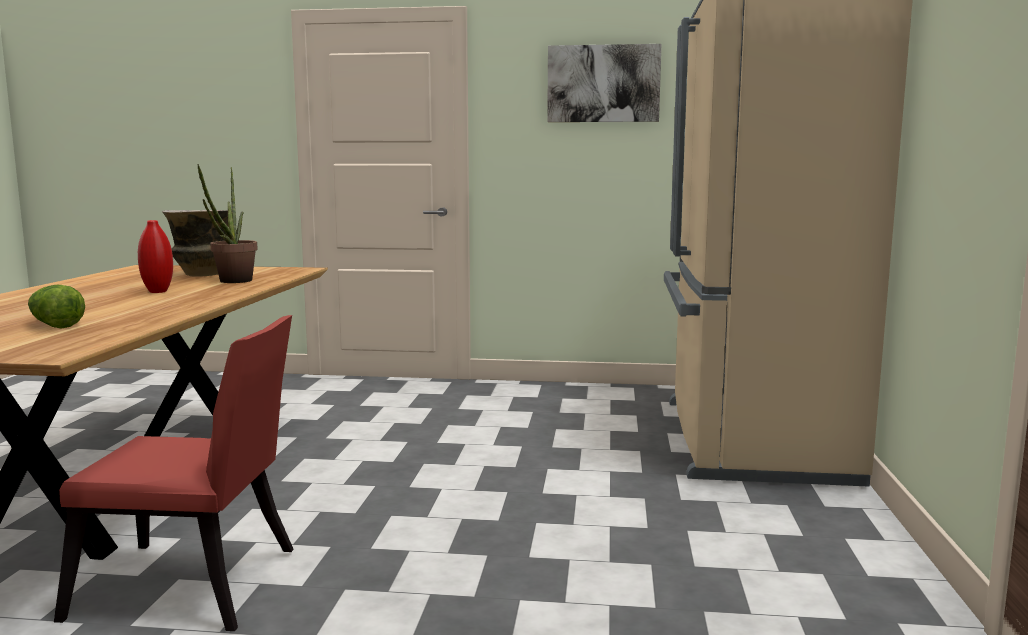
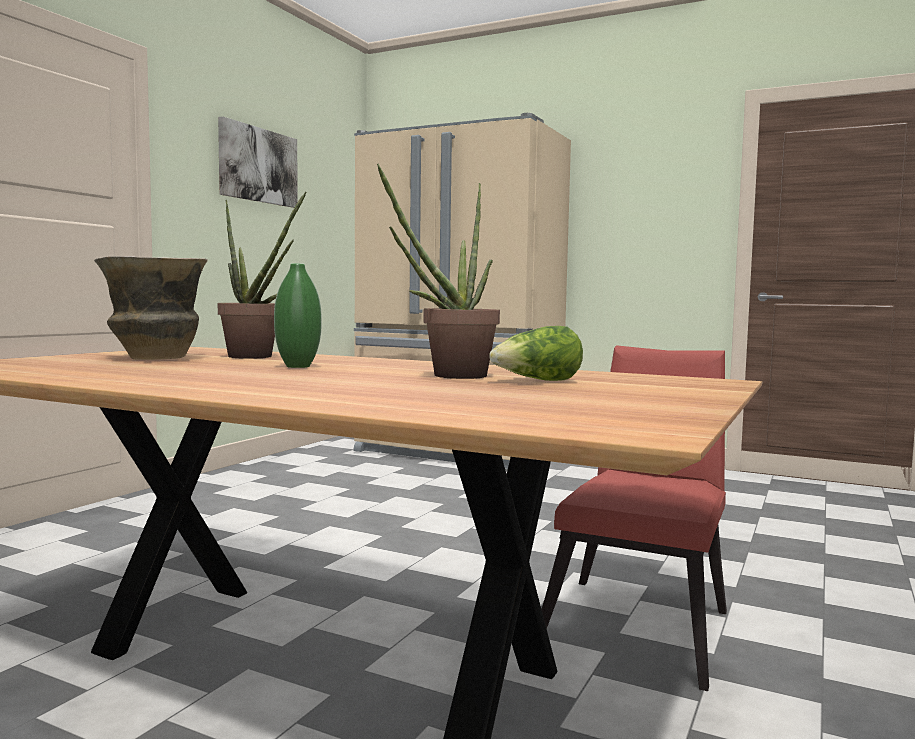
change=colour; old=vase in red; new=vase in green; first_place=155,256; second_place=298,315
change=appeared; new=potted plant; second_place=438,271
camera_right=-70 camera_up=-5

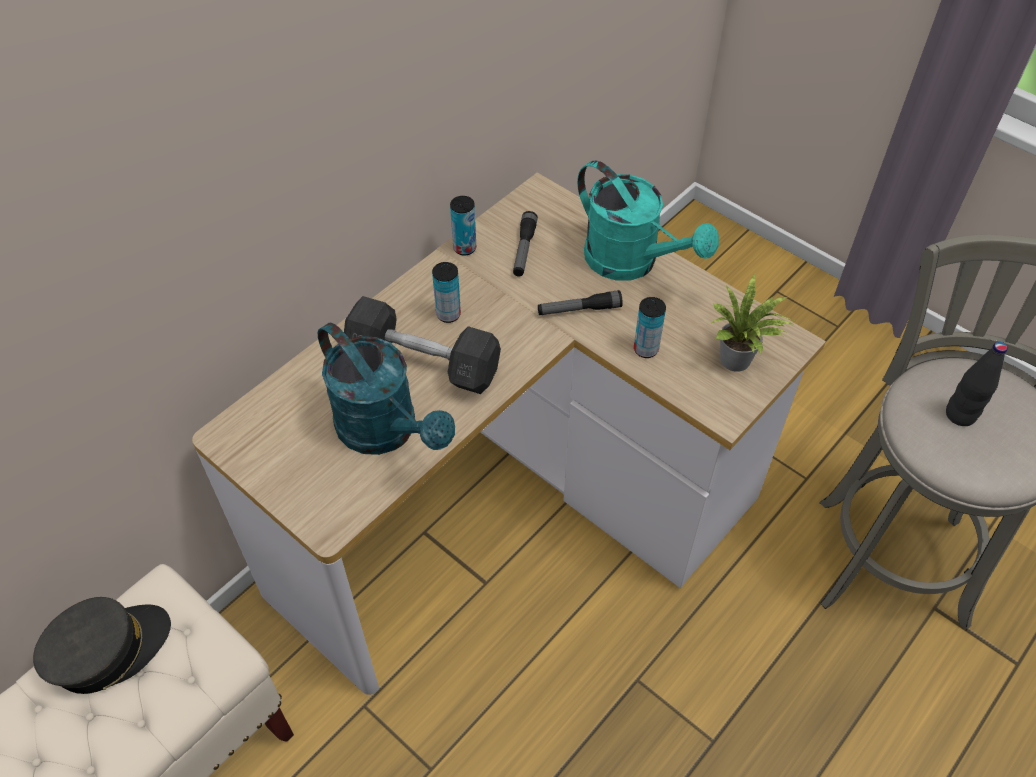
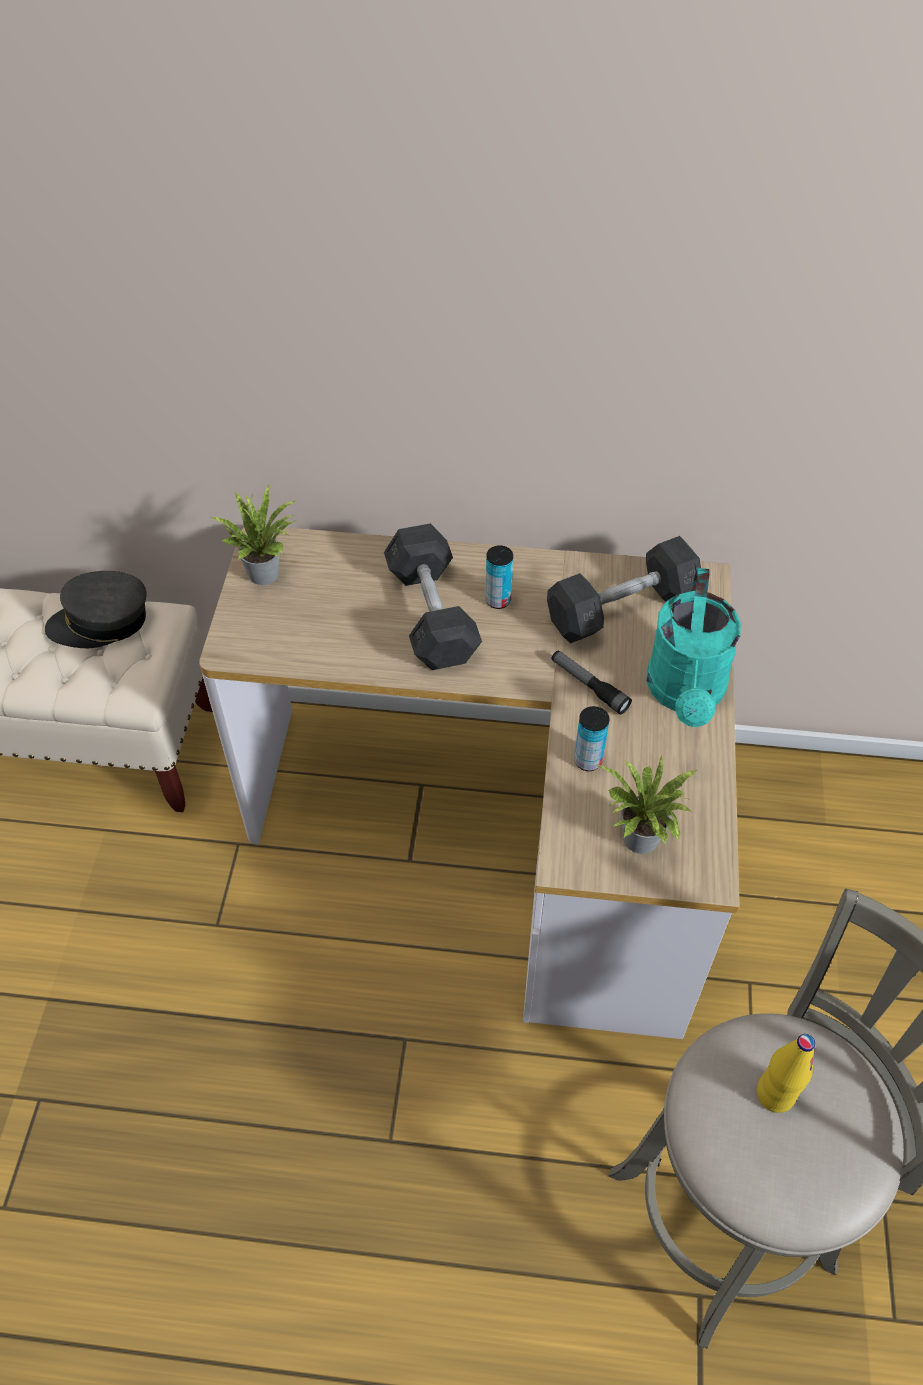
change=missing; old=can; first_place=463,225
change=exchanged; old=flashlight; new=dumbbell in grey; first_place=525,243; second_place=624,589
change=missing; old=watering can in turquoise; first_place=386,389
change=colour; old=bottle in black; new=bottle in yellow; first_place=977,384; second_place=786,1073
change=spun; old=cap in grey; first_place=102,645; second_place=96,609; degrees=150
change=appeared; new=potted plant; second_place=254,534
camera_right=55 camera_up=0

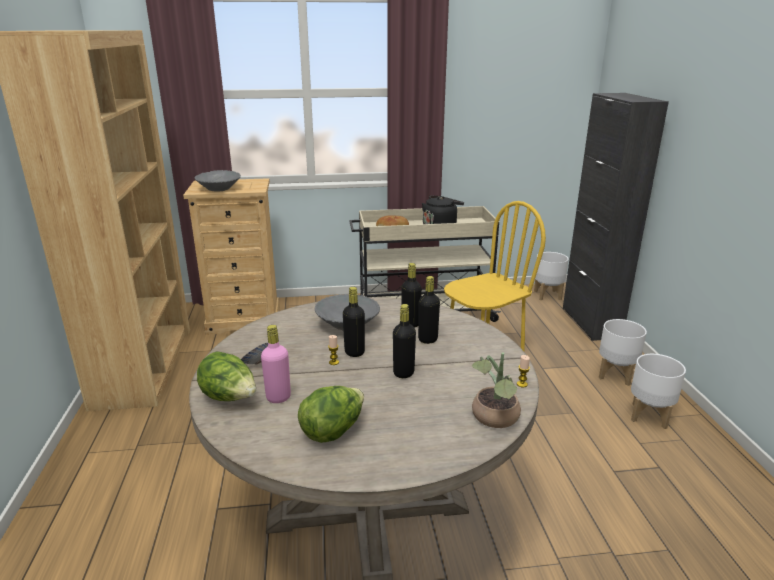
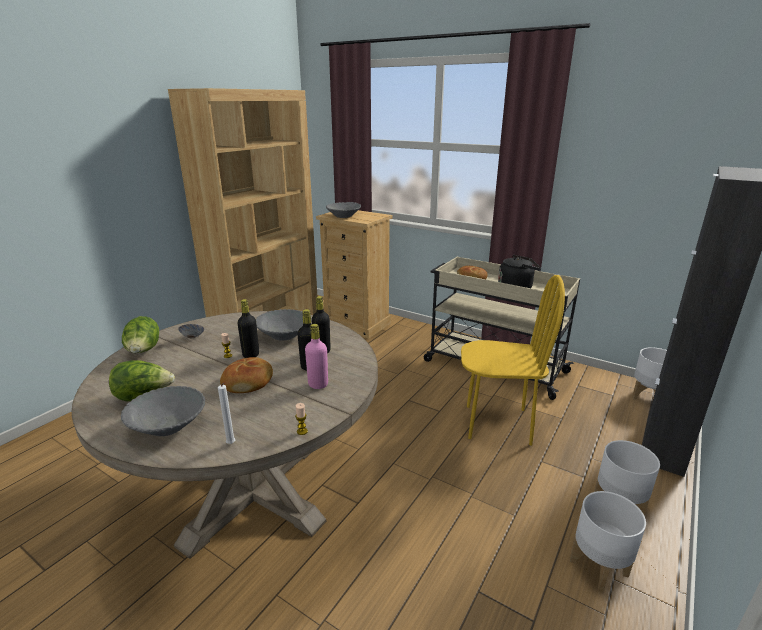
change=exchanged; old=bottle in black; new=bread; first_place=404,341; second_place=246,375
change=relocated; old=bottle in pink; first_place=276,364; second_place=316,356
change=exchanged; old=potted plant; new=candle in white; first_place=496,390; second_place=226,413
change=appeared; new=bowl in grey; second_place=163,411
camera_right=40 camera_up=0

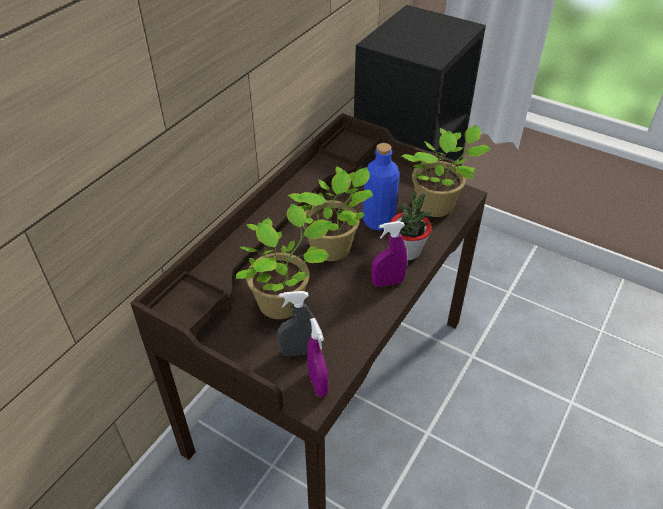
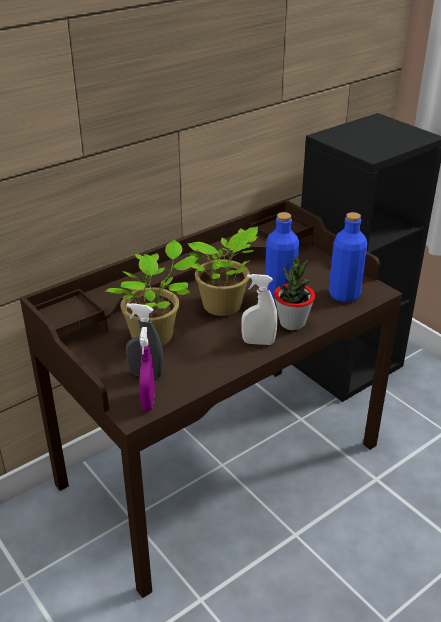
change=exchanged; old=potted plant; new=bottle in blue; first_place=446,171; second_place=348,257
change=colour; old=spray bottle in purple; new=spray bottle in white; first_place=389,254; second_place=259,309
camera_right=20 camera_up=-10

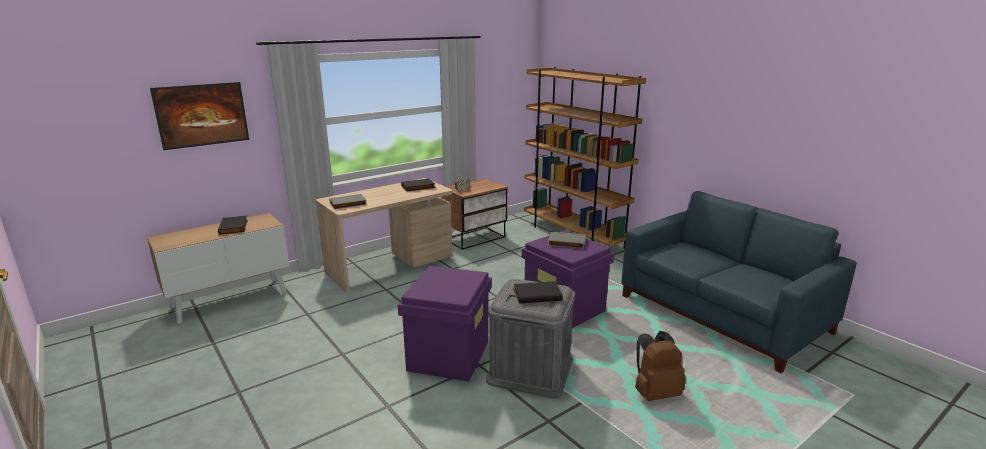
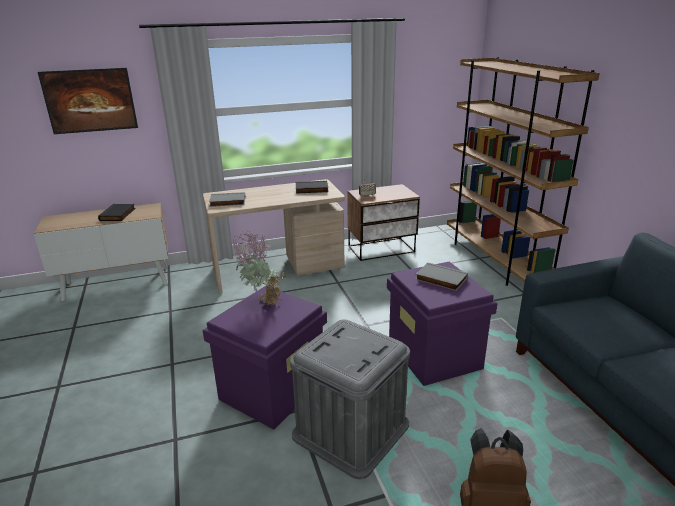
change=missing; old=book in black; first_place=538,292
change=appeared; new=potted plant; second_place=259,269
camera_right=20 camera_up=5

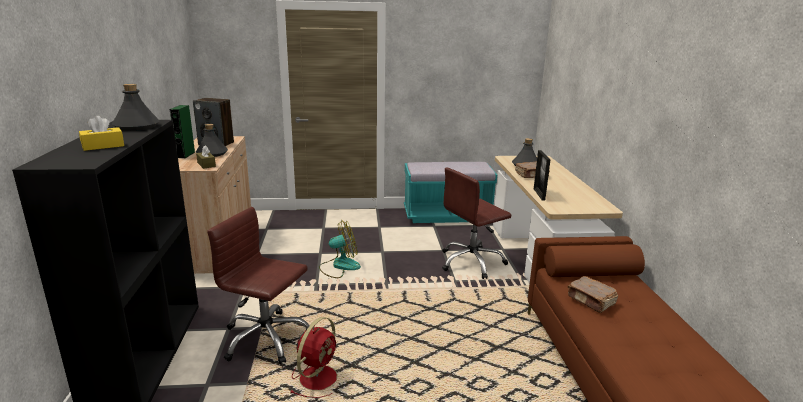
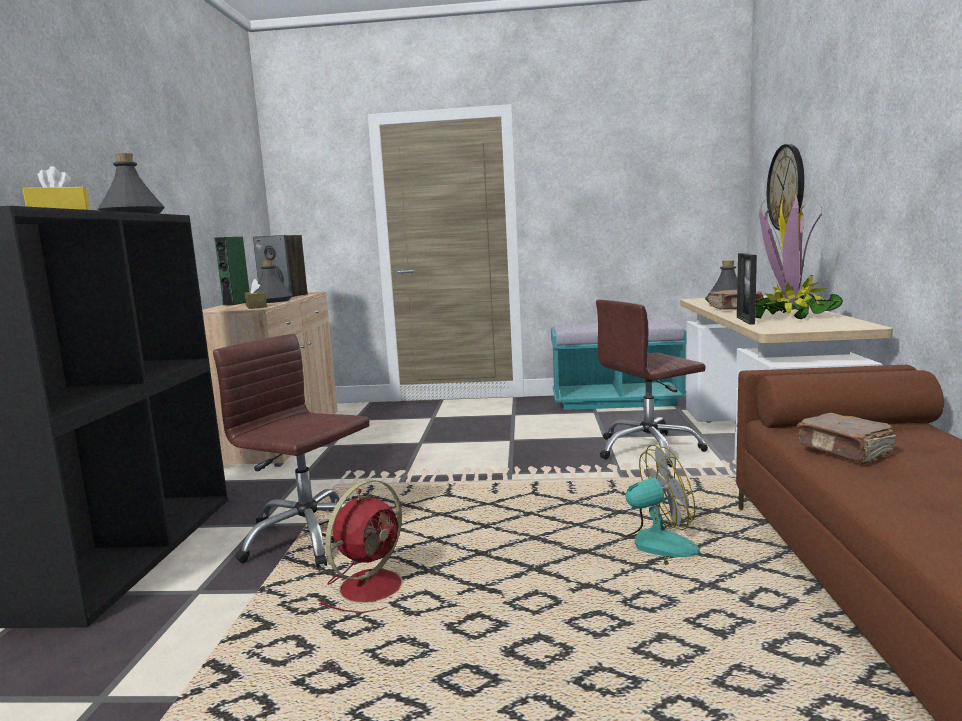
change=relocated; old=fan; first_place=340,249; second_place=652,505
change=appeared; new=wall clock; second_place=785,187
change=appeared; new=potted plant; second_place=799,256
camera_right=10 camera_up=-10

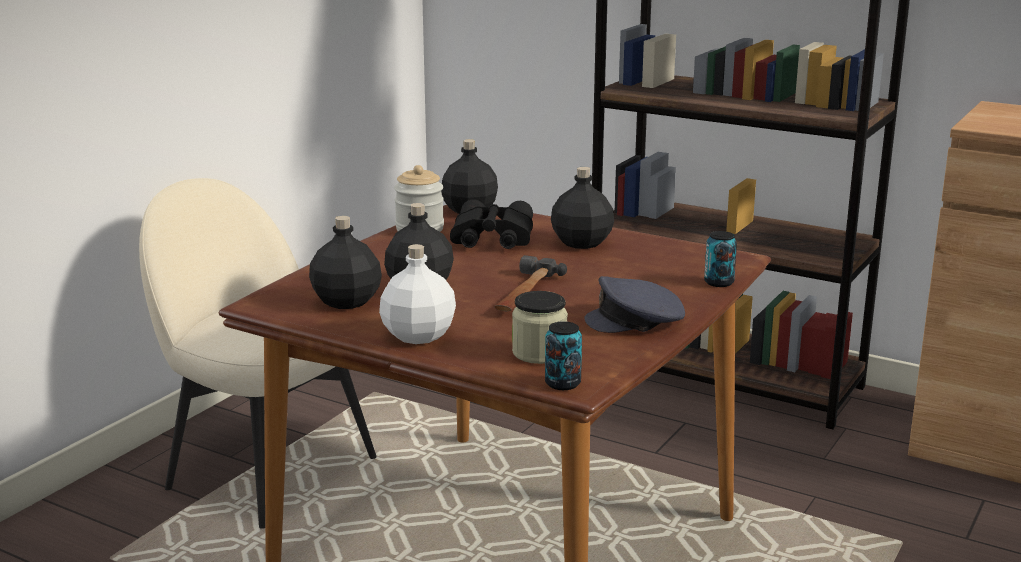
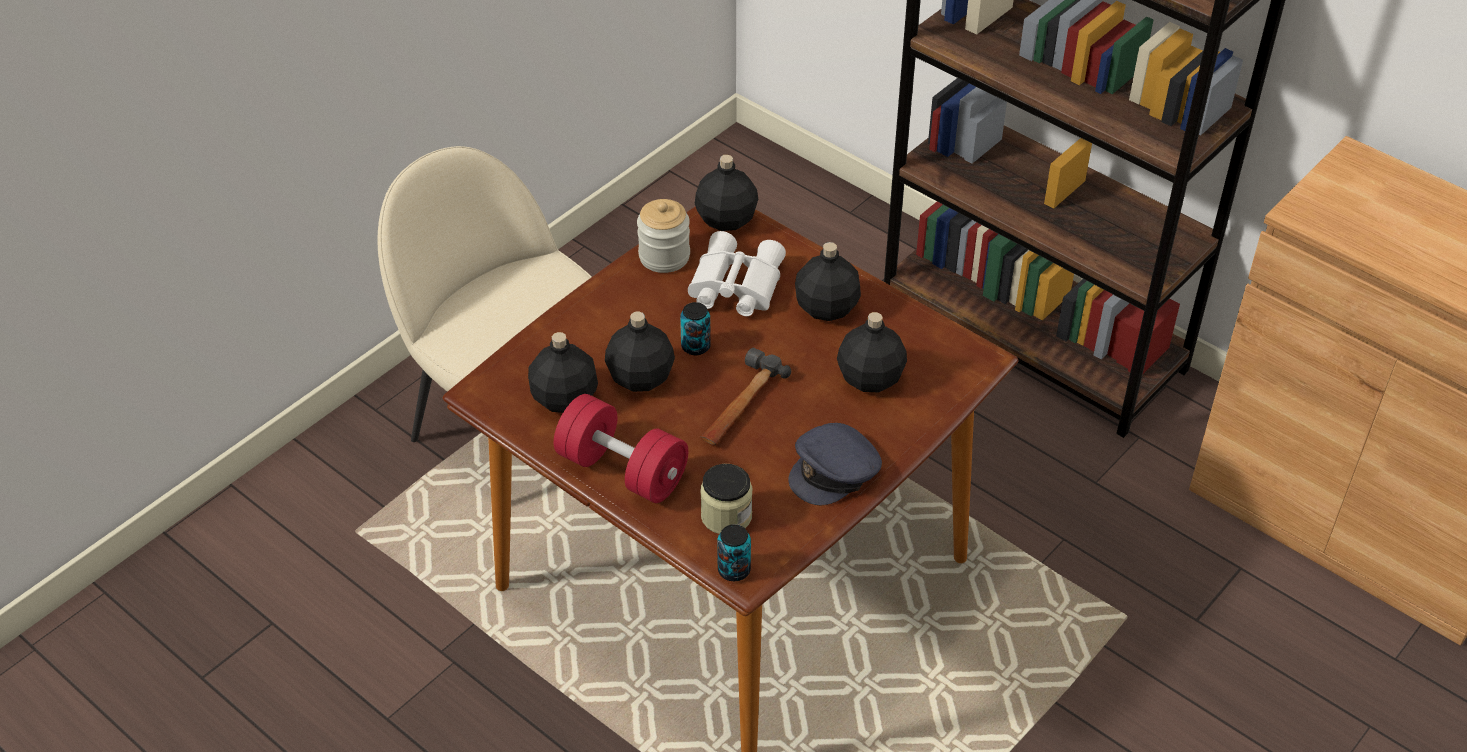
change=colour; old=binoculars in black; new=binoculars in white; first_place=491,224; second_place=737,273
change=relocated; old=can; first_place=720,259; second_place=695,328
change=exchanged; old=bottle in white; new=dumbbell in red; first_place=417,294; second_place=621,448
change=spun; old=cap in grey; first_place=634,304; second_place=835,464; degrees=-45
change=appeared; new=bottle in black; second_place=872,352
camera_right=10 camera_up=25

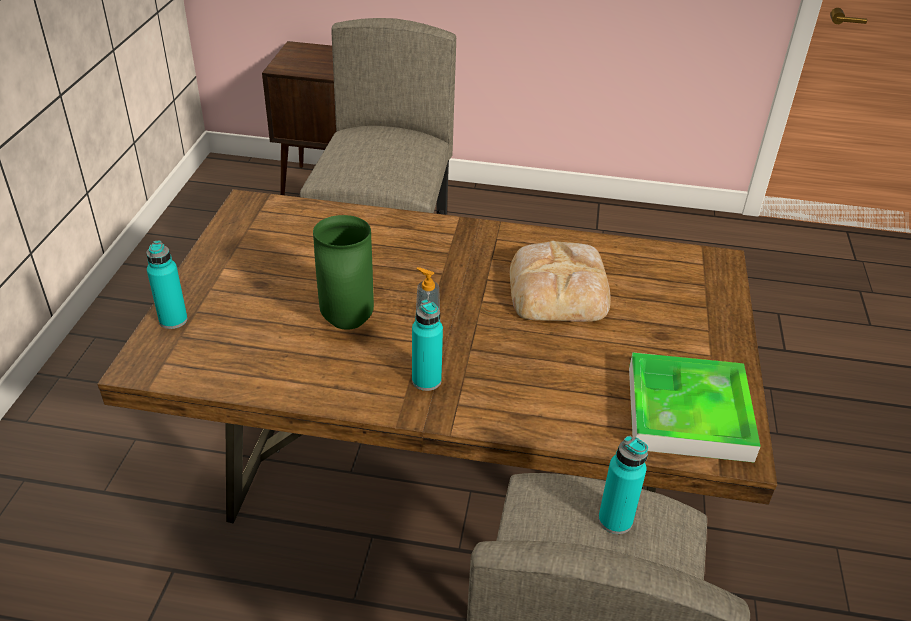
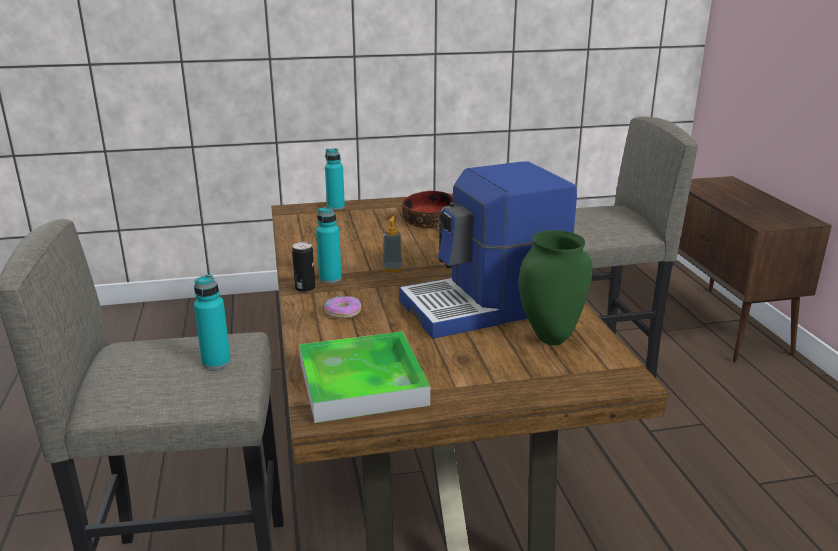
change=relocated; old=vase in green; first_place=343,272; second_place=555,287
change=exchanged; old=bread; new=coffee machine; first_place=560,281; second_place=488,250
change=appeared; new=bowl; second_place=427,209
change=appeared; new=can; second_place=303,267
change=appeared; new=donut; second_place=342,307
camera_right=70 camera_up=-15

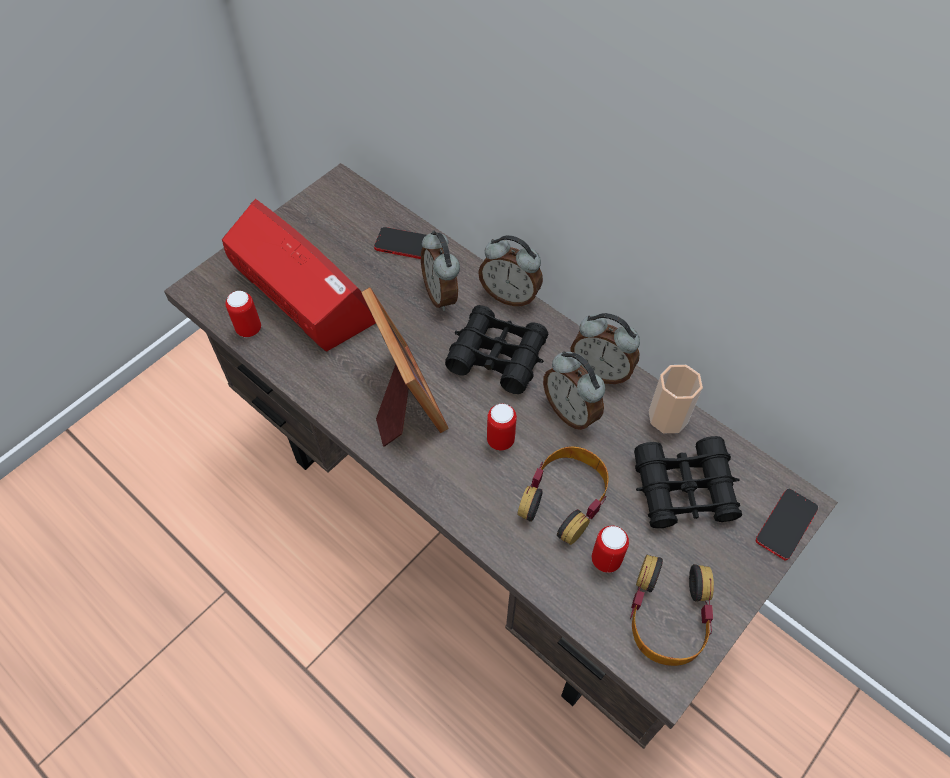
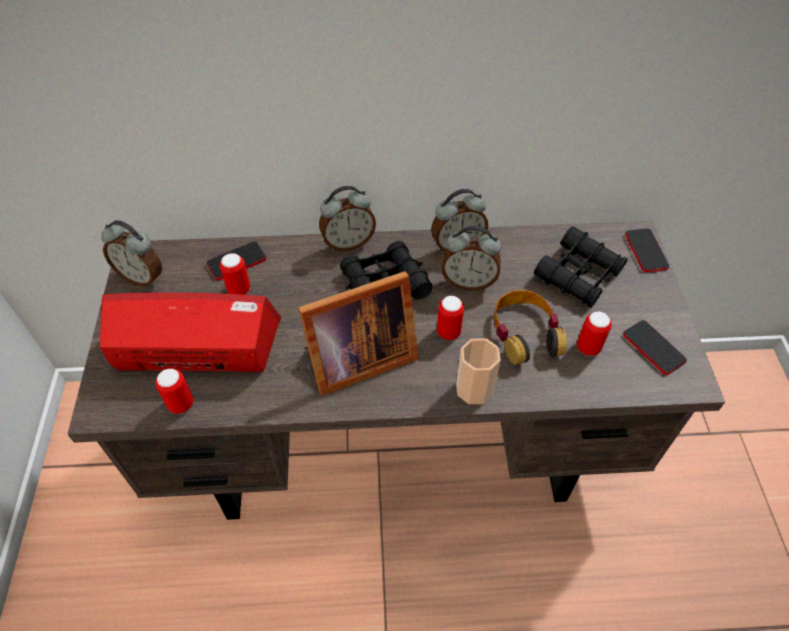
change=relocated; old=alarm clock; first_place=440,271; second_place=131,253
change=spun; old=picture frame; first_place=405,366; second_place=358,333; degrees=135
change=relocated; old=cup; first_place=676,399; second_place=478,371
change=exchanged; old=headphones; new=phone; first_place=672,610; second_place=655,347
change=appeared; new=can; second_place=235,274
camera_right=-45 camera_up=-5

